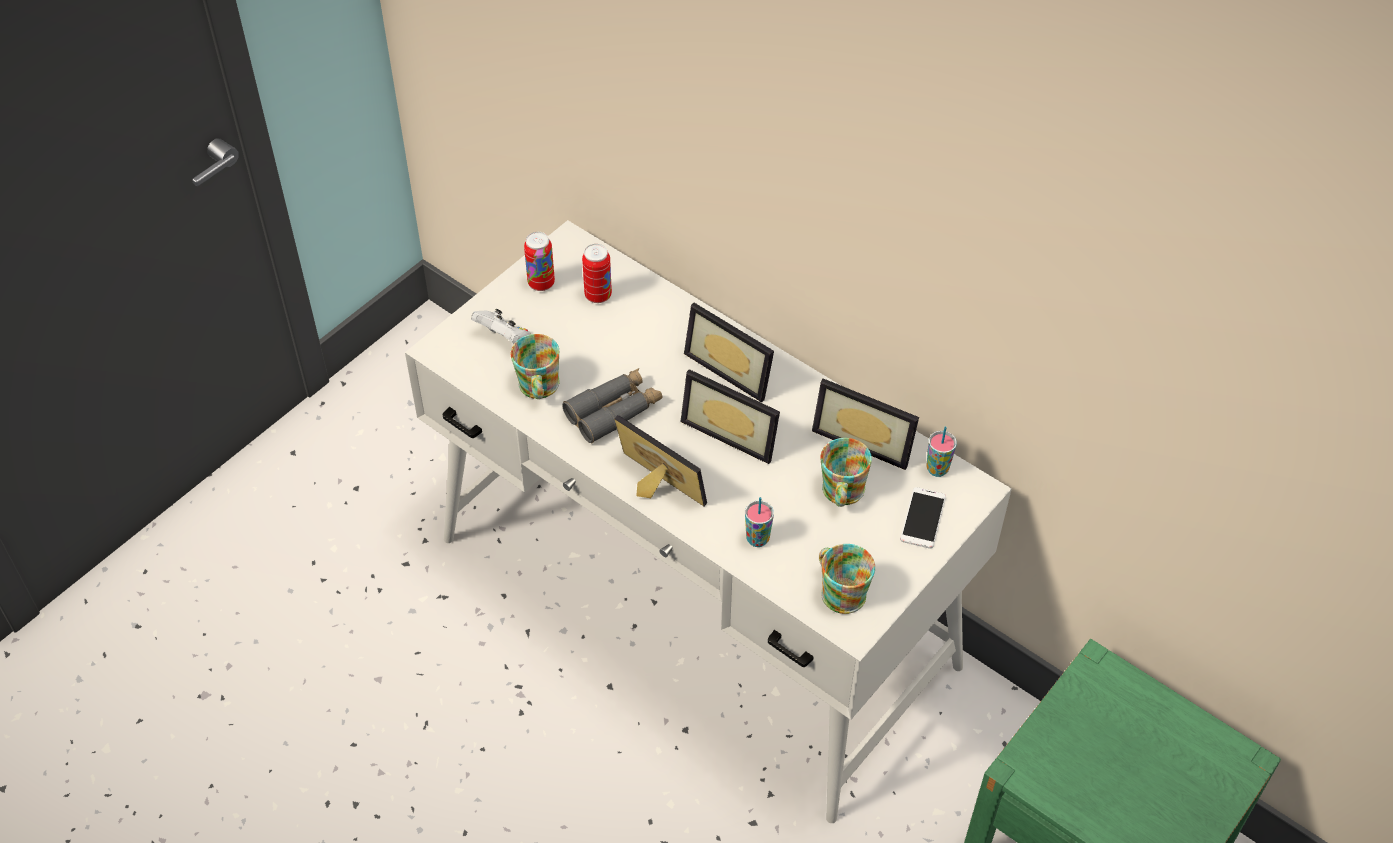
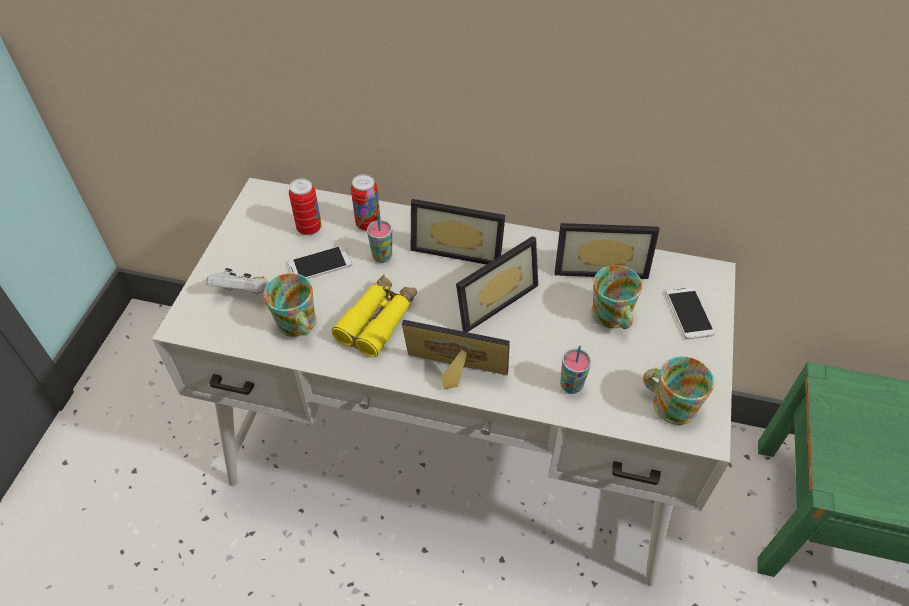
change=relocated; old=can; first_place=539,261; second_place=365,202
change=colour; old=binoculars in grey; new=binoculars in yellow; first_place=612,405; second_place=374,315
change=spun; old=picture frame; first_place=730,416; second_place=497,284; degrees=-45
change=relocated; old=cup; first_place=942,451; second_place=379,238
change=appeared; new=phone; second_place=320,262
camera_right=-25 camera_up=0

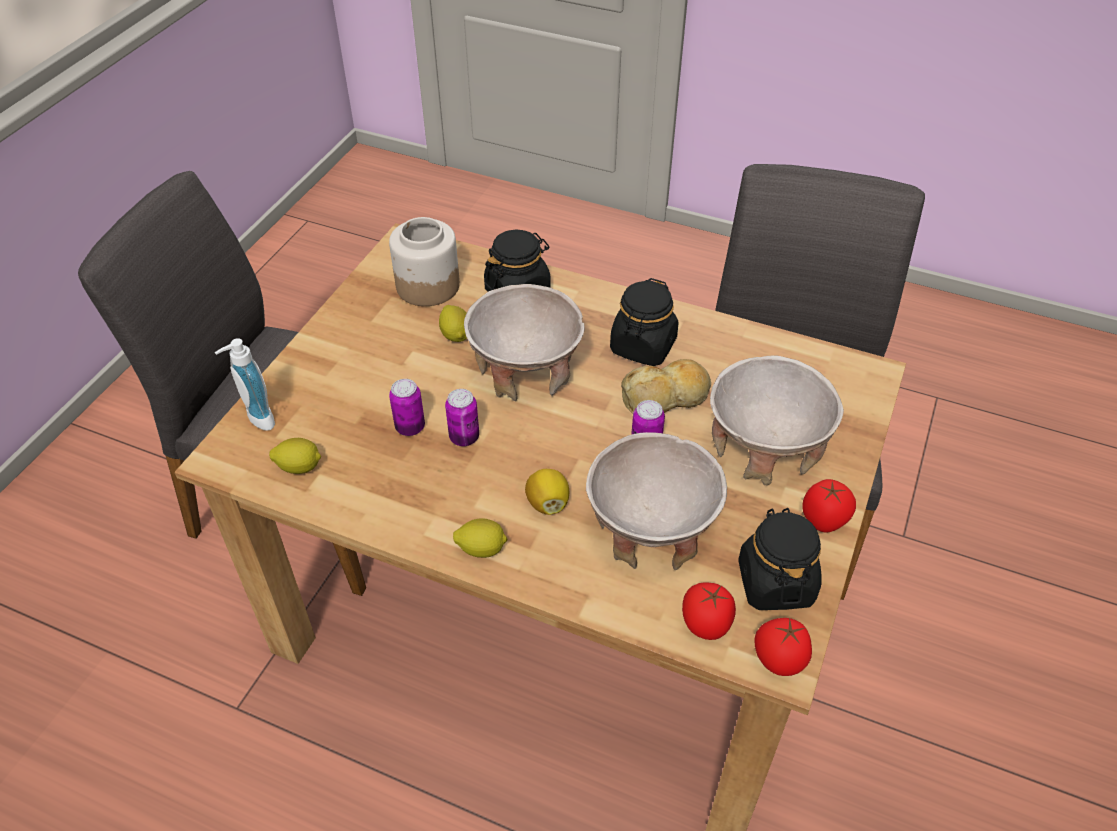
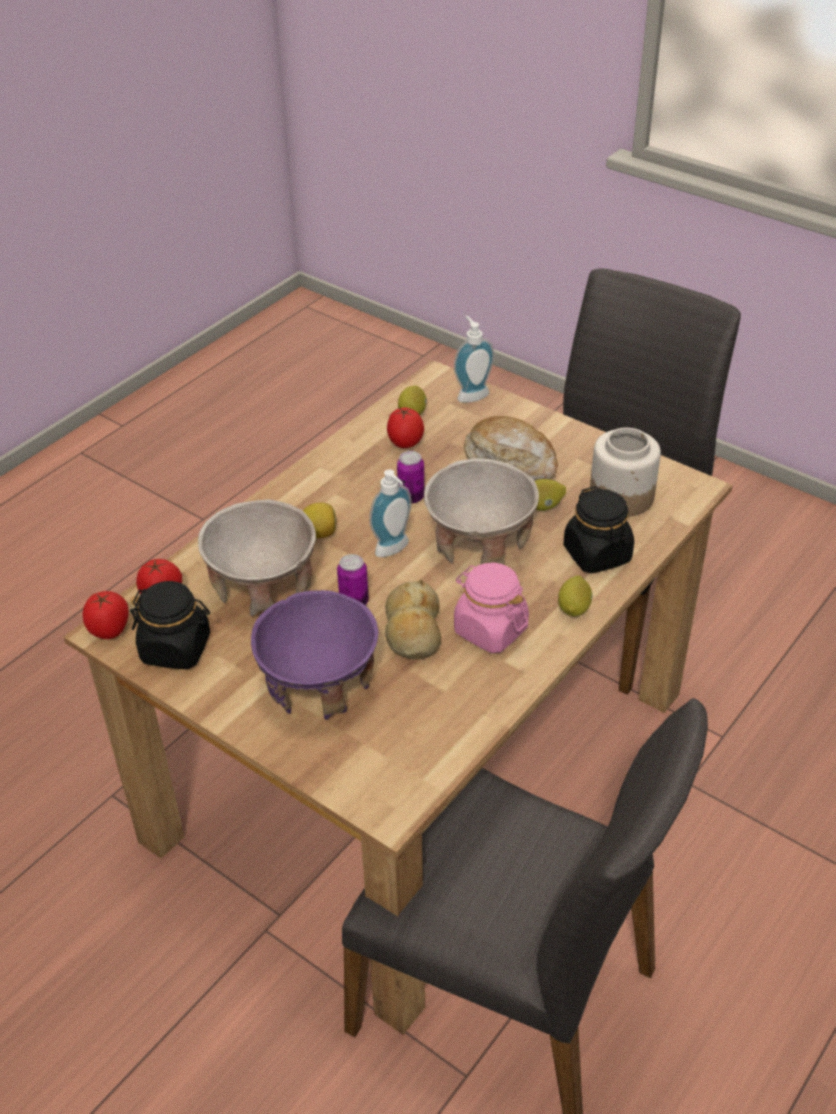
change=colour; old=jar in black; new=jar in pink; first_place=644,322; second_place=491,608
change=colour; old=bowl in beige; new=bowl in purple; first_place=777,420; second_place=315,655
change=missing; old=can; first_place=407,407
change=relocated; old=tomato; first_place=829,506; second_place=405,428
change=relocated; old=lemon; first_place=480,538; second_place=575,596
change=appeared; new=bread; second_place=511,448
change=appeared; new=soap dispenser; second_place=390,513
camera_right=105 camera_up=-5

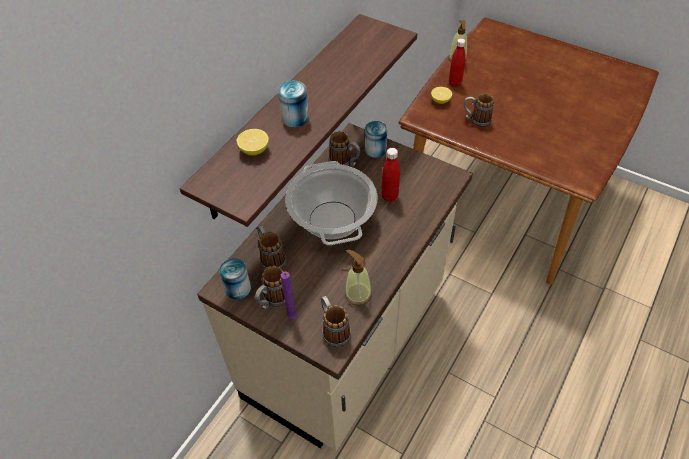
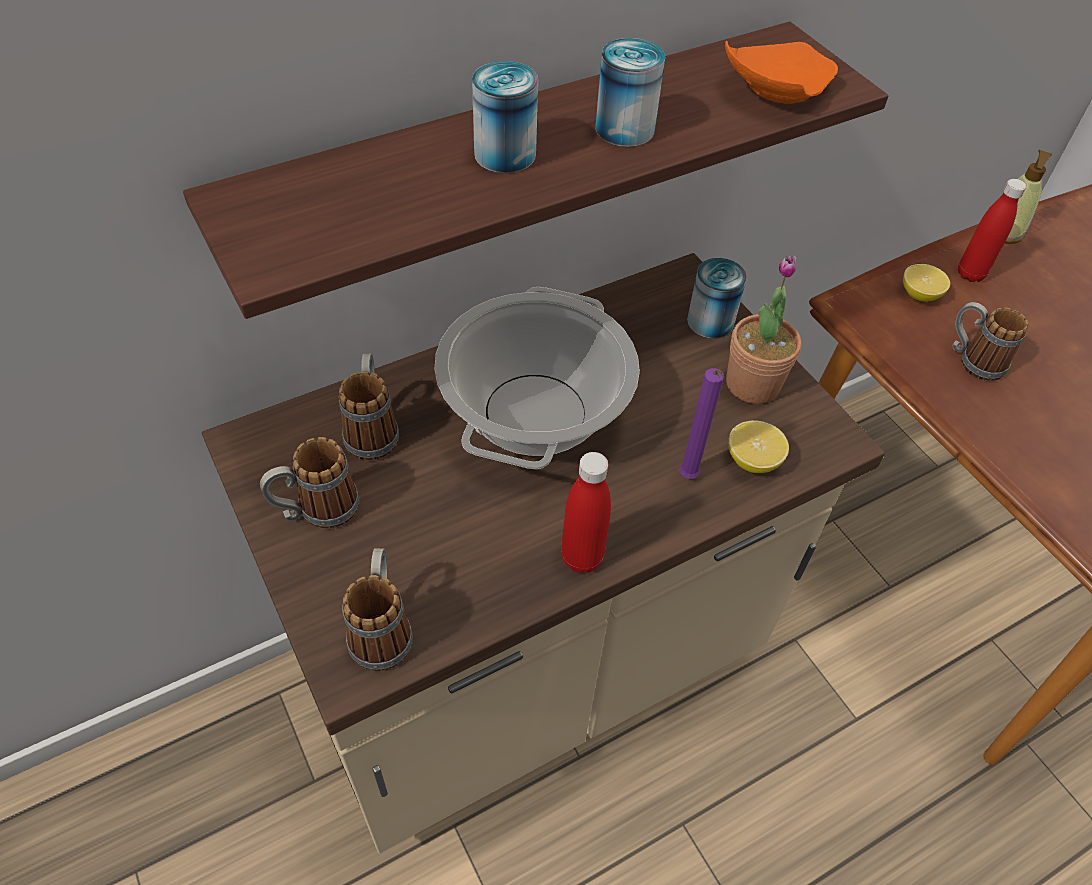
change=relocated; old=lemon; first_place=253,142; second_place=758,446
change=missing; old=mug; first_place=345,149
change=relocated; old=bottle in red; first_place=390,175; second_place=586,512
change=missing; old=soap dispenser; first_place=358,277
change=relocated; old=can; first_place=235,278; second_place=630,92
change=relocated; old=candle in purple; first_place=289,295; second_place=701,423
change=appeared; new=plate in orange; second_place=781,72
change=appeared; new=potted plant; second_place=764,330
camera_right=25 camera_up=0

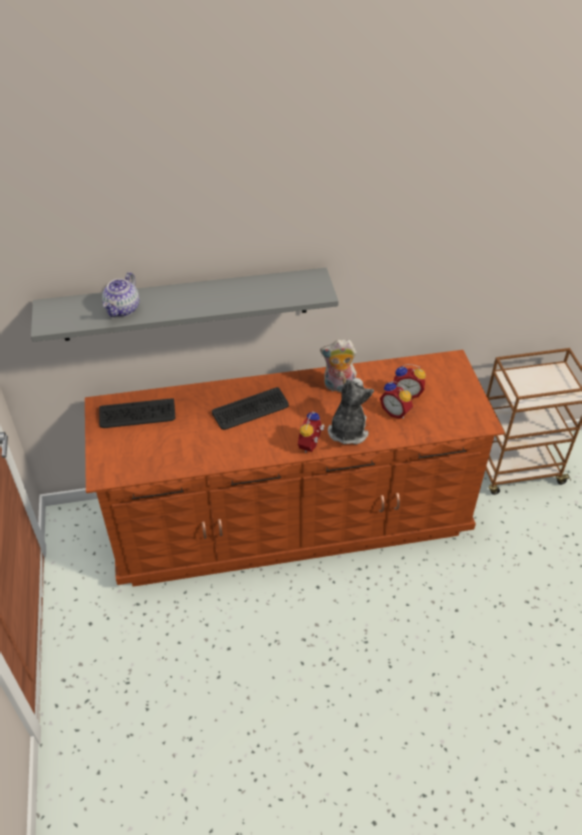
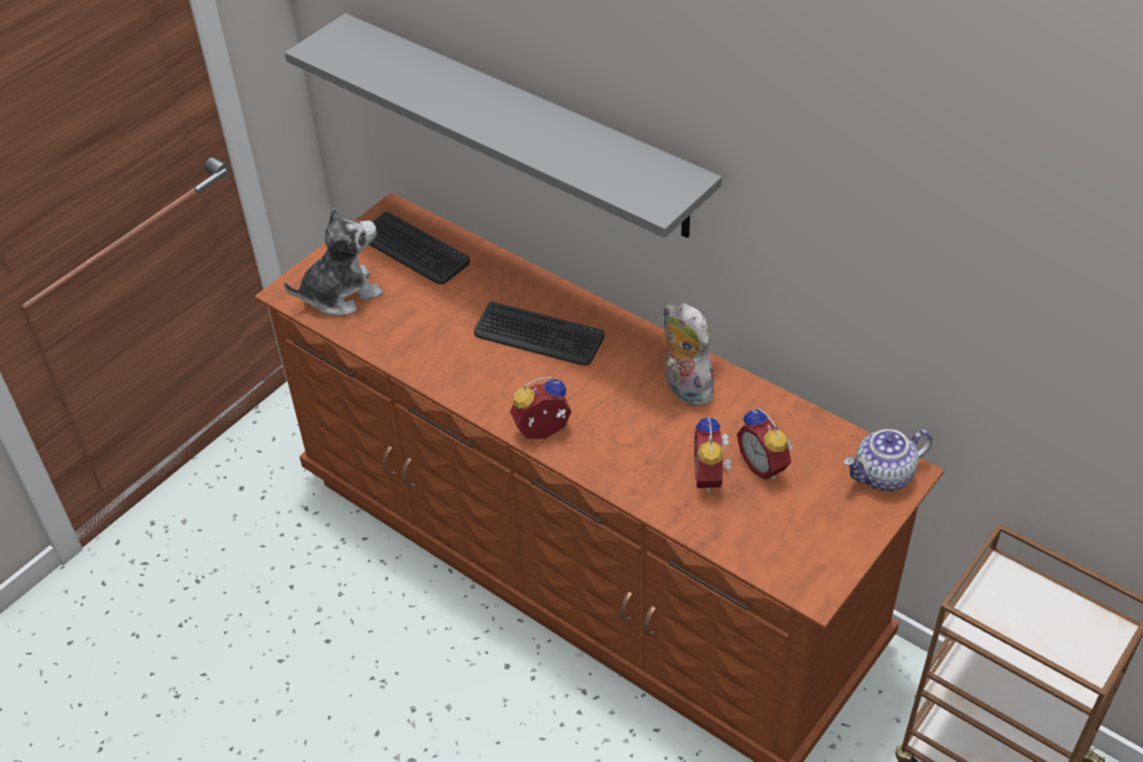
change=relocated; old=teapot; first_place=120,294; second_place=888,460
change=relocated; old=plush toy; first_place=351,411; second_place=333,261
camera_right=50 camera_up=0

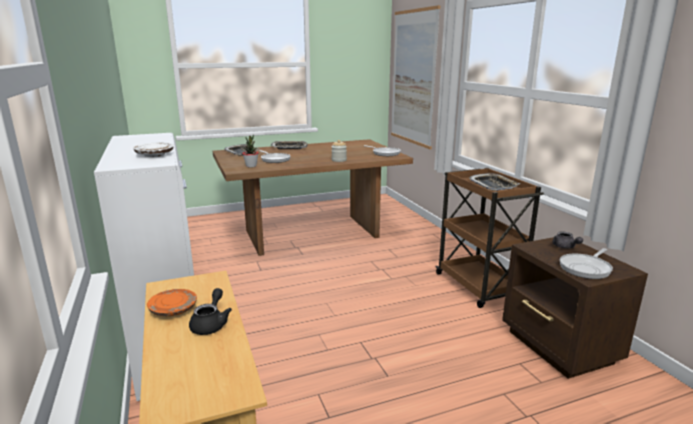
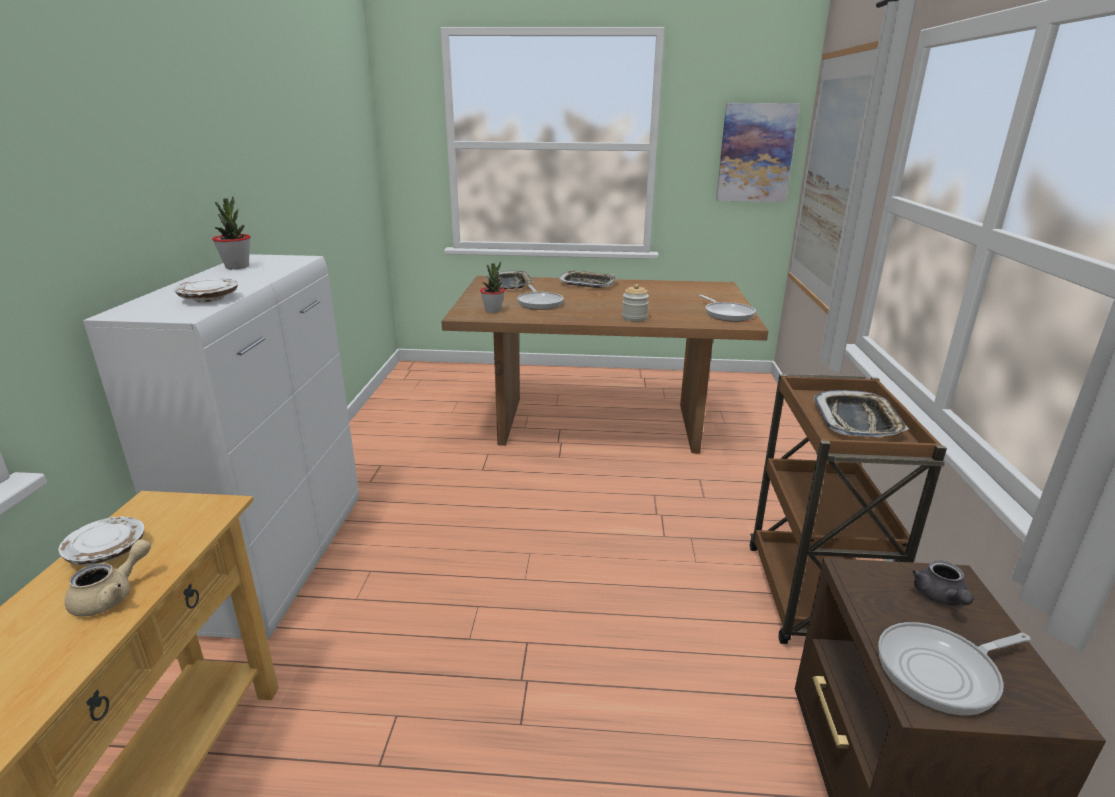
change=colour; old=teapot in black; new=teapot in beige; first_place=210,311; second_place=107,578
change=colour; old=plate in orange; new=plate in white; first_place=172,302; second_place=101,540
change=appeared; new=picture; second_place=758,152
change=appeared; new=potted plant; second_place=231,232
camera_right=25 camera_up=5

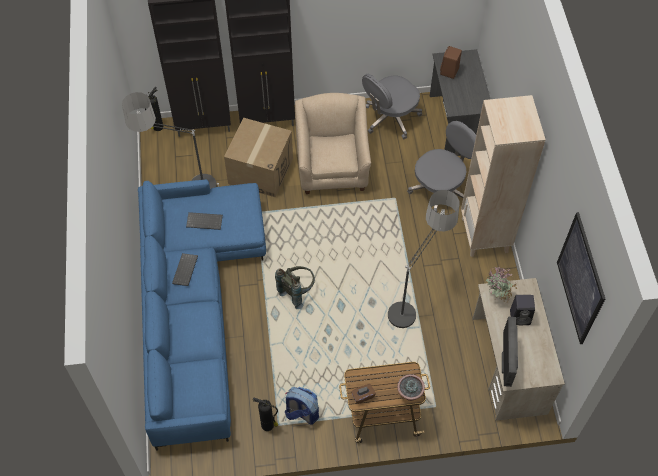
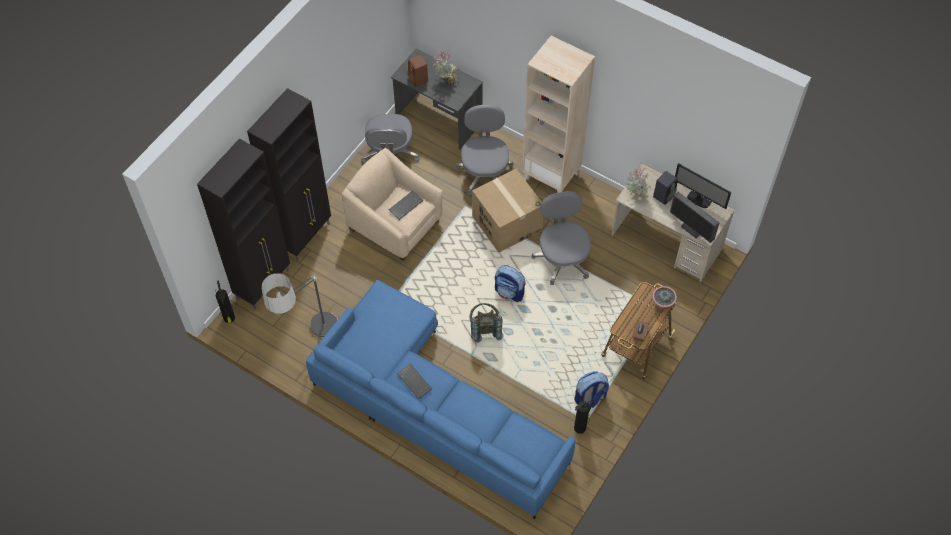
change=relocated; old=cardboard box; first_place=258,158; second_place=507,211
change=exchanged; old=floor lamp; new=office chair in grey; first_place=423,259; second_place=561,238
change=relocated; old=keyboard; first_place=204,221; second_place=406,205
change=missing; old=picture; first_place=581,278
change=appeared; new=potted plant; second_place=446,68
change=appeared; new=monitor; second_place=703,186
change=appeared; new=backpack; second_place=510,283
camera_right=-50 camera_up=0

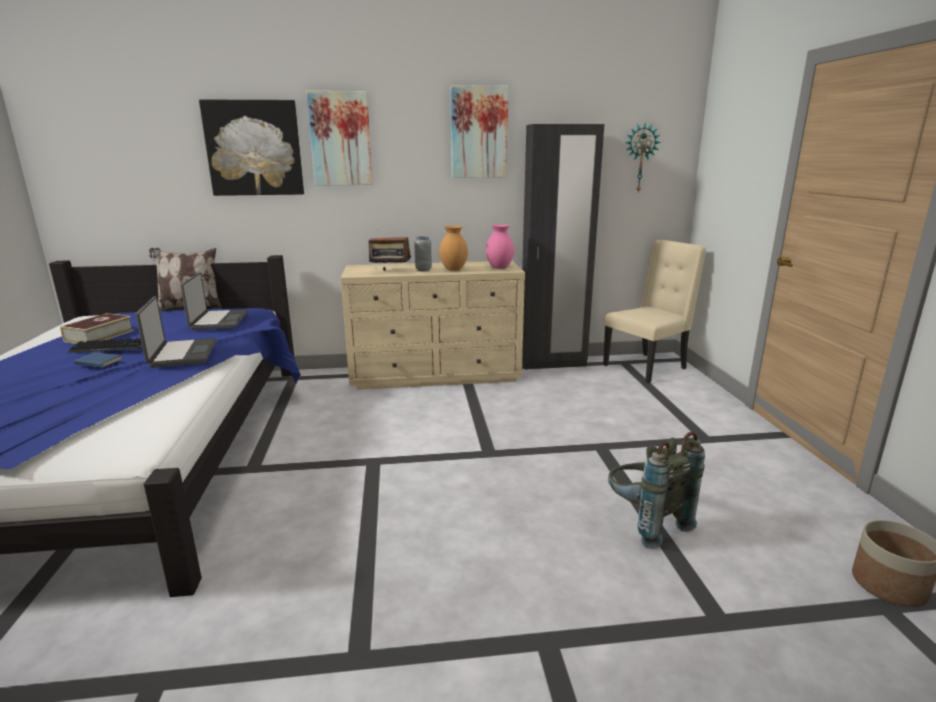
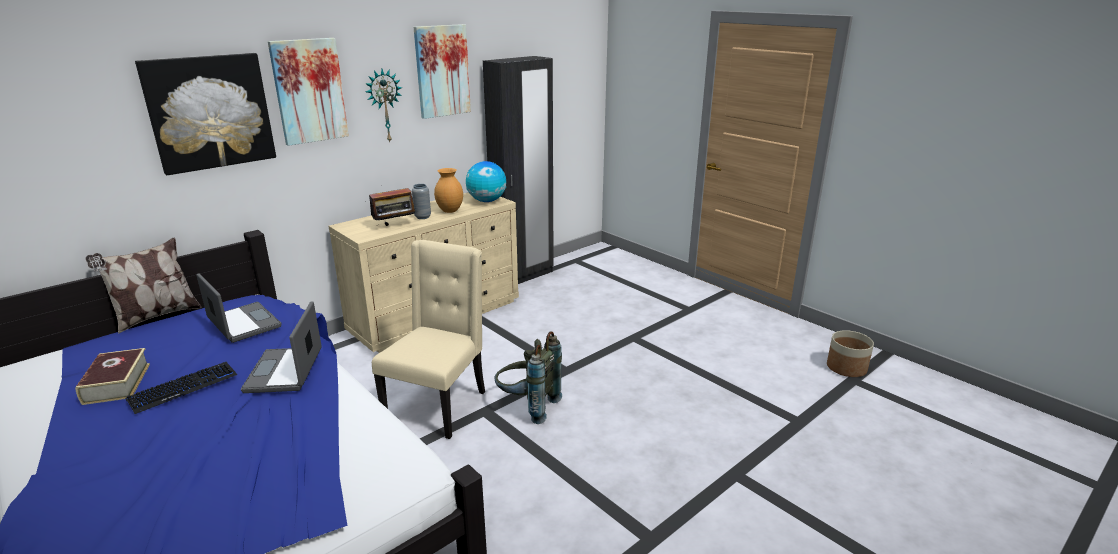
change=relocated; old=wall clock; first_place=643,158; second_place=383,105
change=exchanged; old=vase in pink; new=globe; first_place=500,246; second_place=486,181
change=relocated; old=chair in beige; first_place=654,311; second_place=428,339
change=spun; old=laptop; first_place=176,332; second_place=281,347; degrees=-135
change=missing; old=book in blue; first_place=98,359
change=relocated; old=backpack in grey; first_place=656,490; second_place=528,377
camera_right=-35 camera_up=5

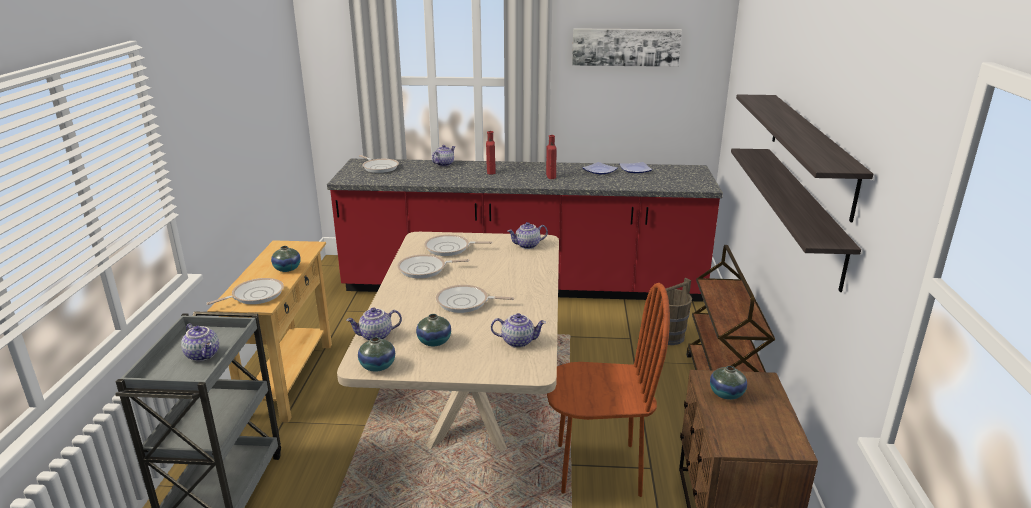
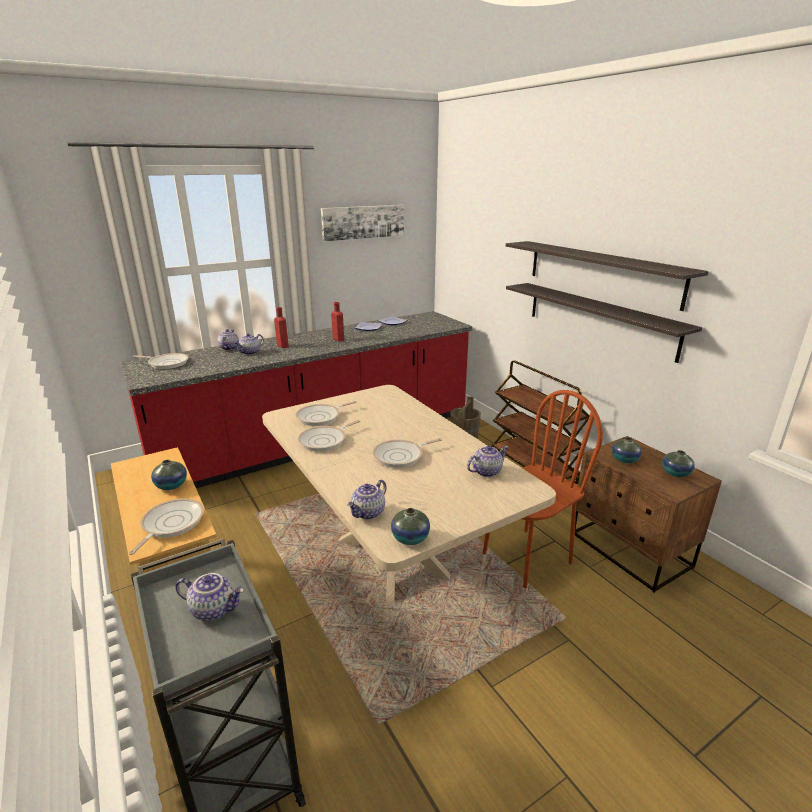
change=relocated; old=teapot; first_place=528,235; second_place=249,344
change=relocated; old=vase; first_place=433,330; second_place=678,463
camera_right=-35 camera_up=0

